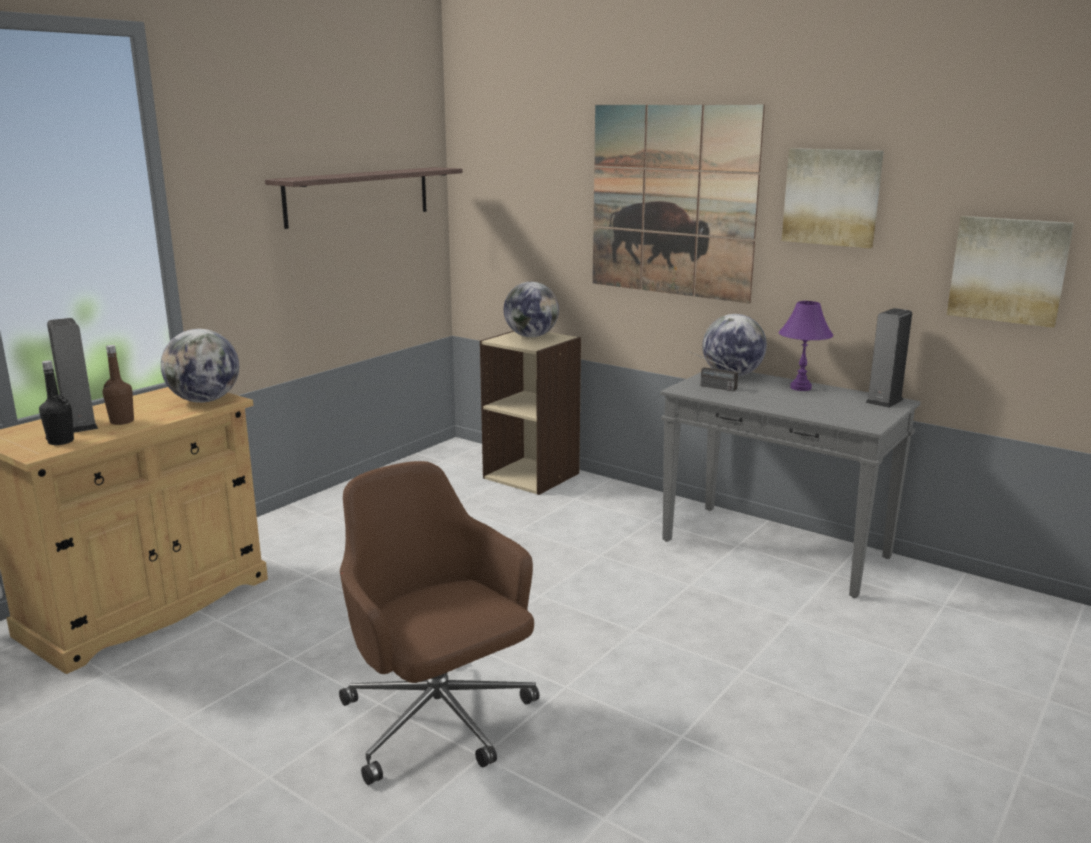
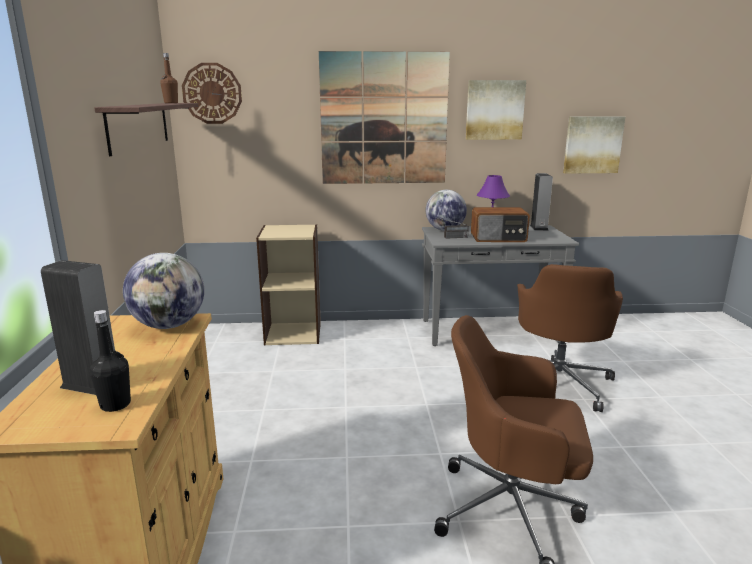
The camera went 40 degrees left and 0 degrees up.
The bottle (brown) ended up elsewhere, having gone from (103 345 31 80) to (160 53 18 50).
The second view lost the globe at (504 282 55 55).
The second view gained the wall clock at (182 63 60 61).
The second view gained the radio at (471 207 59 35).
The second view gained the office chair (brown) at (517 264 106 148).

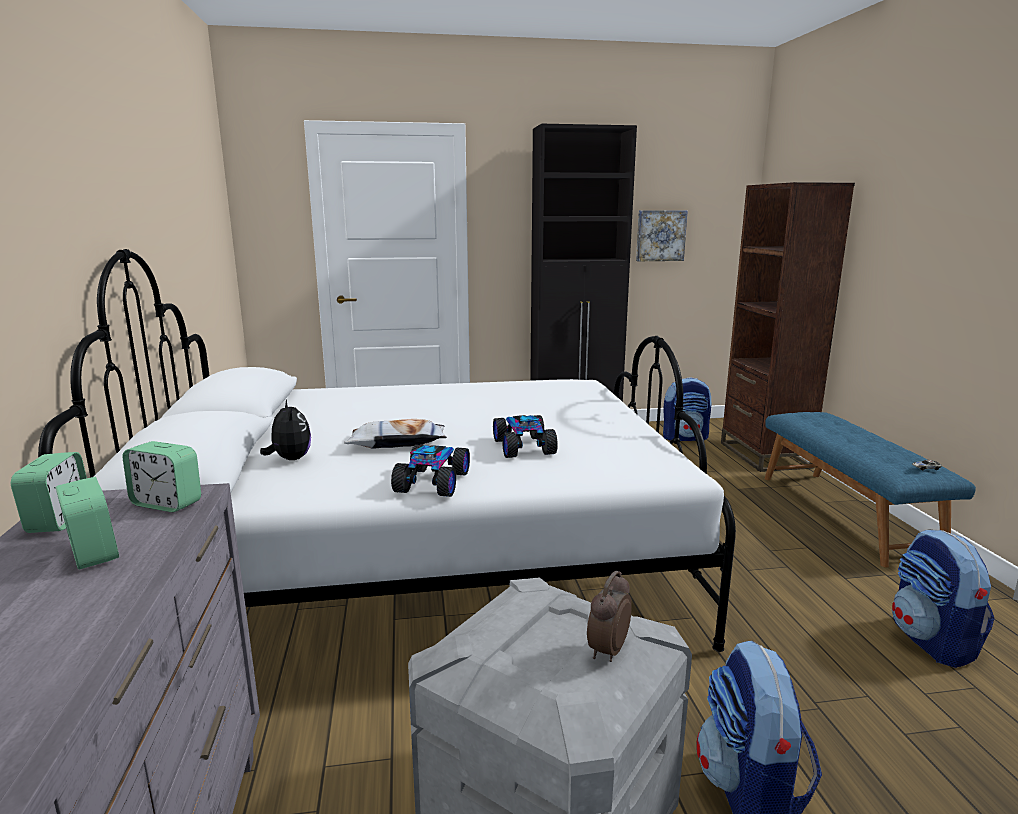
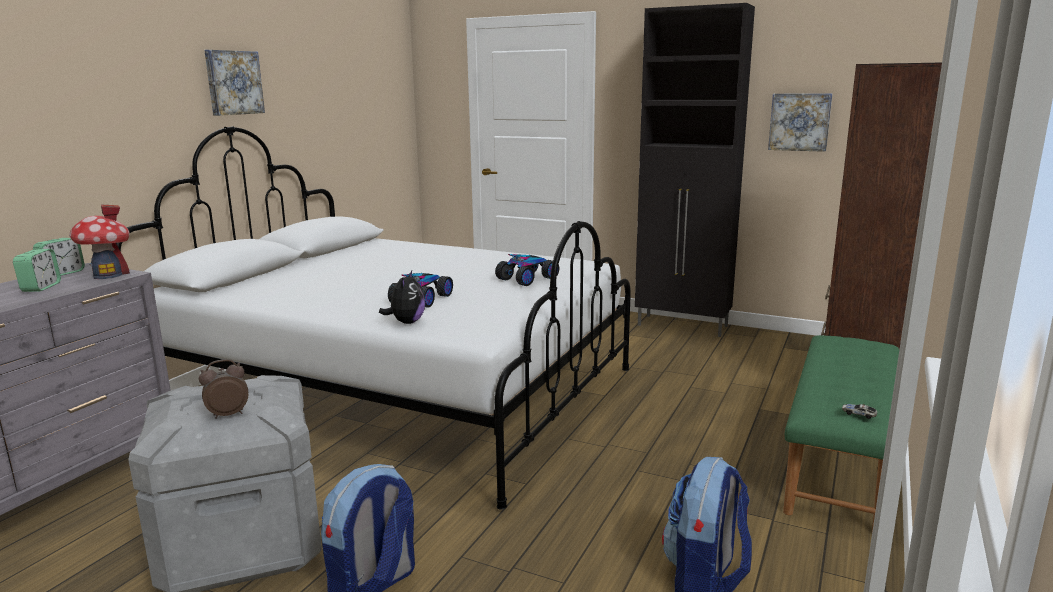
The camera went 35 degrees right and 0 degrees up.
Where the alarm clock stood at (122 441 79 71), the toy house came to stand at (69 204 61 75).
The plush toy ended up elsewhere, having gone from (260 400 51 60) to (379 271 46 53).
The second view lost the pillow at (344 419 103 30).
The toy car ended up elsewhere, having gone from (391 445 79 52) to (495 254 64 32).
The second view lost the backpack at (663 377 48 64).
What was the bench (blue) at (765 412 211 156) turned into the bench (green) at (783 335 116 196).
The second view gained the picture at (204 50 61 66).

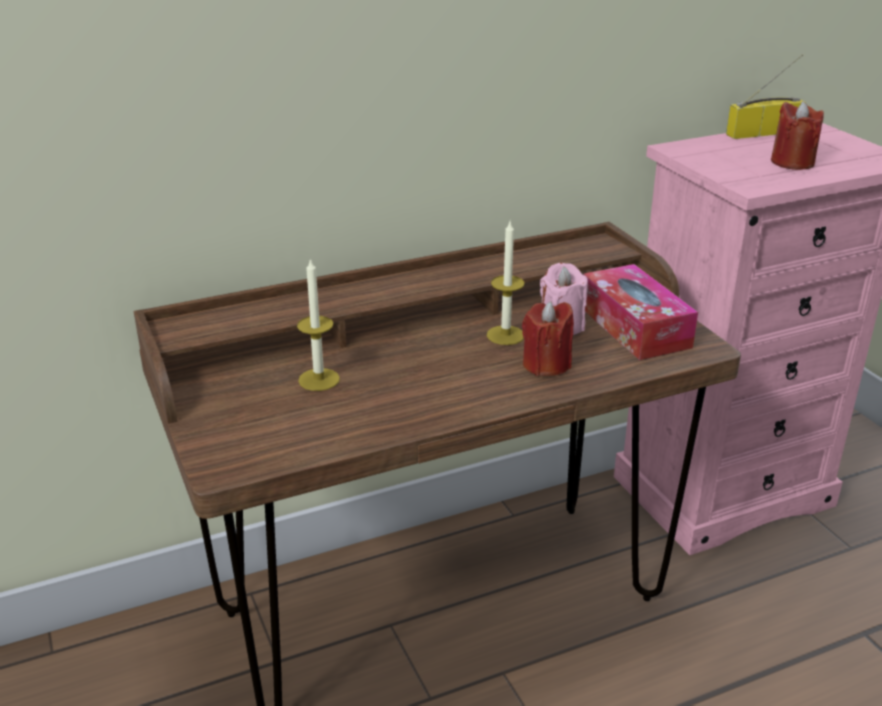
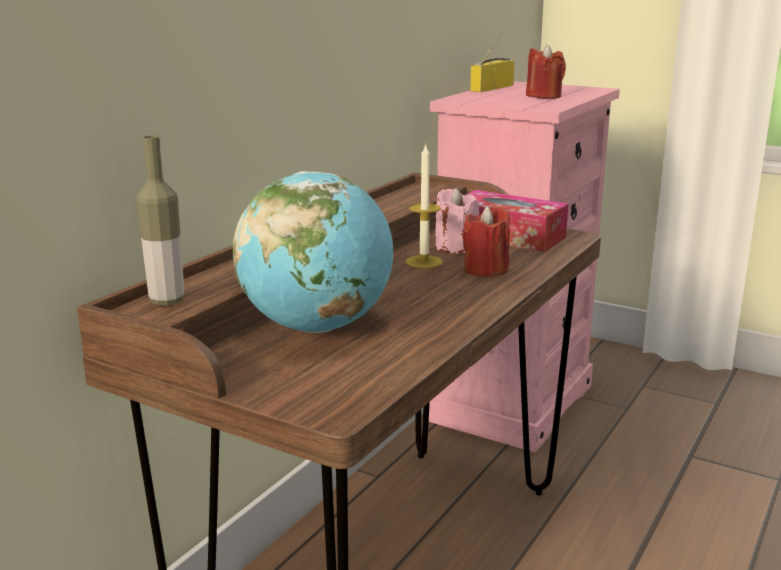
The camera went 35 degrees left and 10 degrees down.
Where the candle stood at (297 258 43 133), the globe came to stand at (233 171 160 162).
The second view gained the bottle at (136 136 48 169).

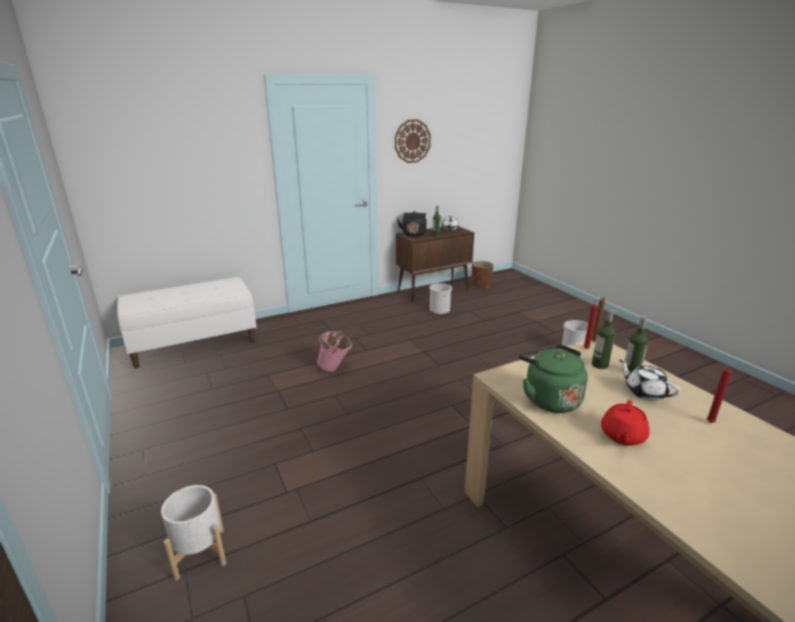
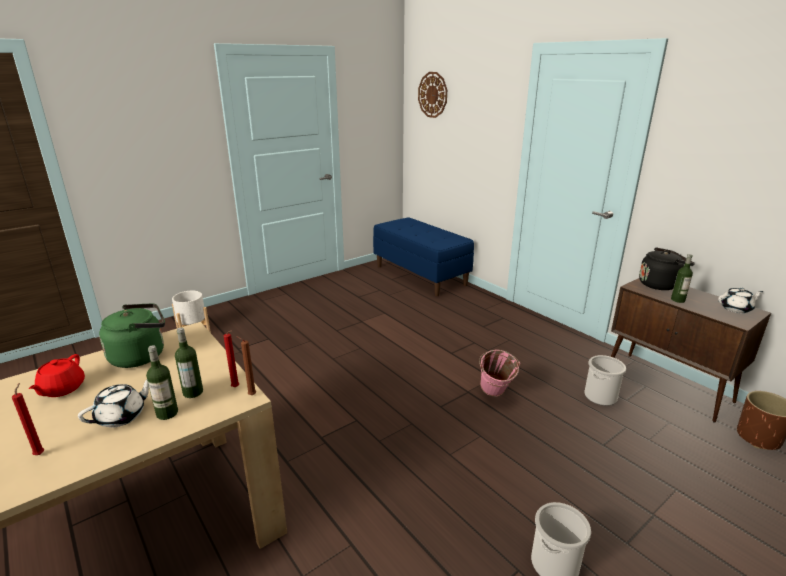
The camera went 80 degrees right and 0 degrees up.
What was the bench (white) at (117 277 139 91) turned into the bench (blue) at (373 217 101 79).
The bucket (pink) ended up elsewhere, having gone from (317 331 35 41) to (479 350 41 46).
The wall clock ended up elsewhere, having gone from (395 119 36 44) to (418 72 29 46).
The teapot (red) at (601 400 49 46) ended up facing another way, 105 degrees counterclockwise from before.

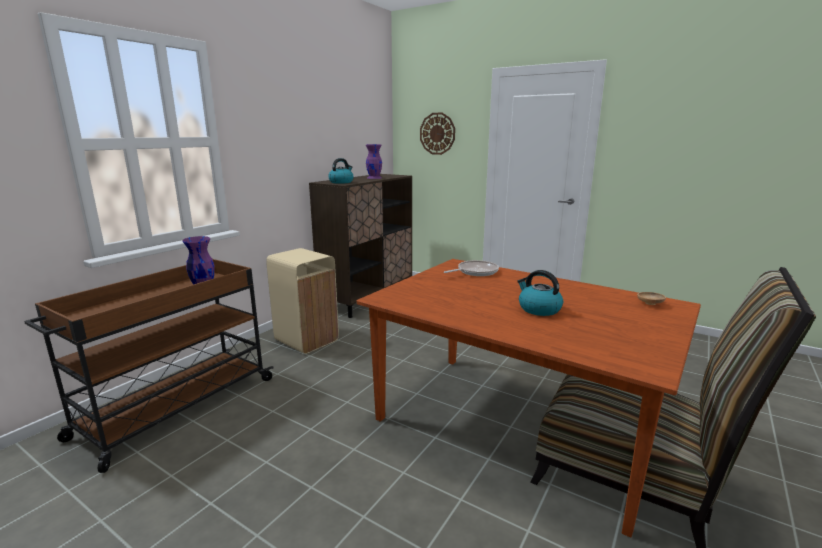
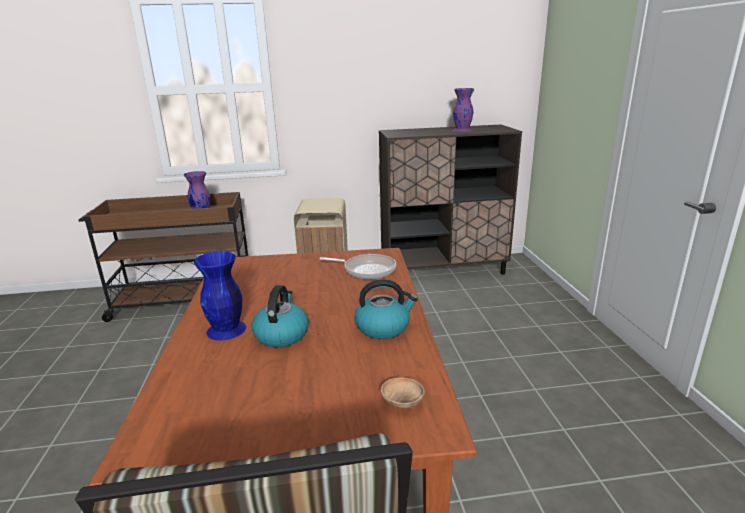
The camera went 50 degrees right and 5 degrees up.
The kettle ended up elsewhere, having gone from (328 158 26 26) to (354 279 64 60).
The second view lost the wall clock at (420 113 35 42).
The second view gained the vase (blue) at (194 251 52 89).

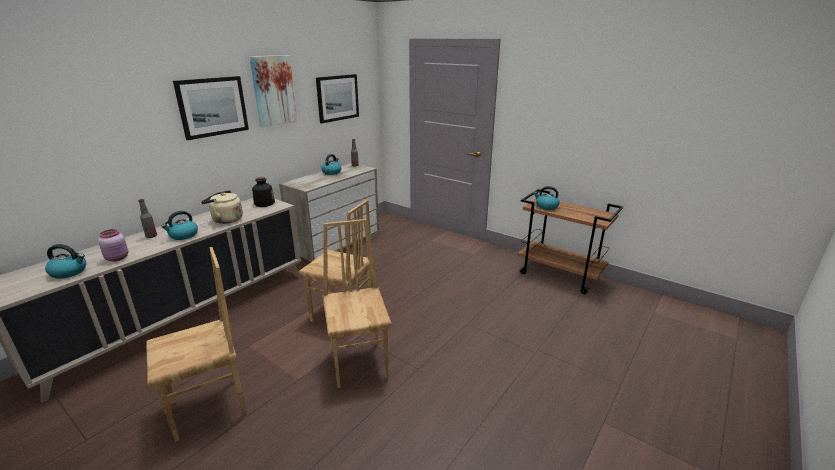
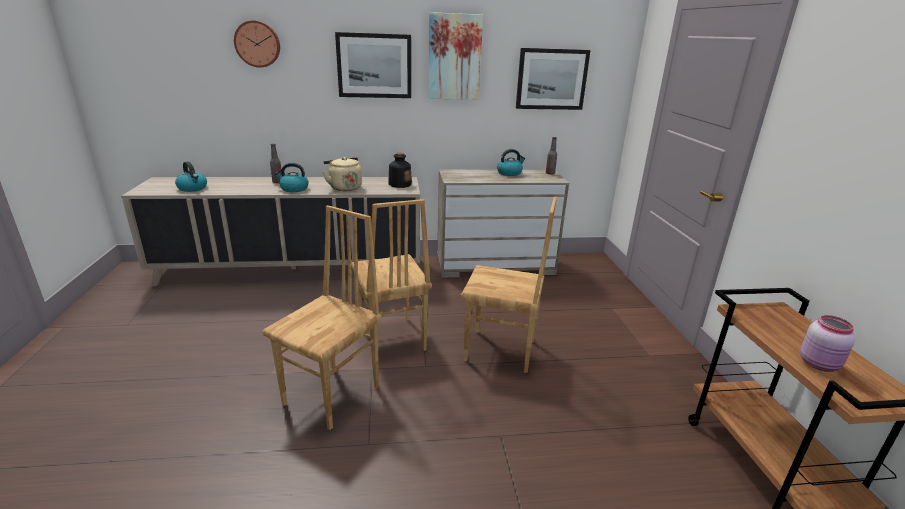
The camera went 45 degrees right and 0 degrees up.
The jar (pink) ended up elsewhere, having gone from (98 229 30 33) to (800 315 55 57).
The chair (brown) ended up elsewhere, having gone from (146 247 101 195) to (461 196 96 177).
The second view lost the kettle at (534 186 26 24).
The second view gained the wall clock at (234 20 46 48).

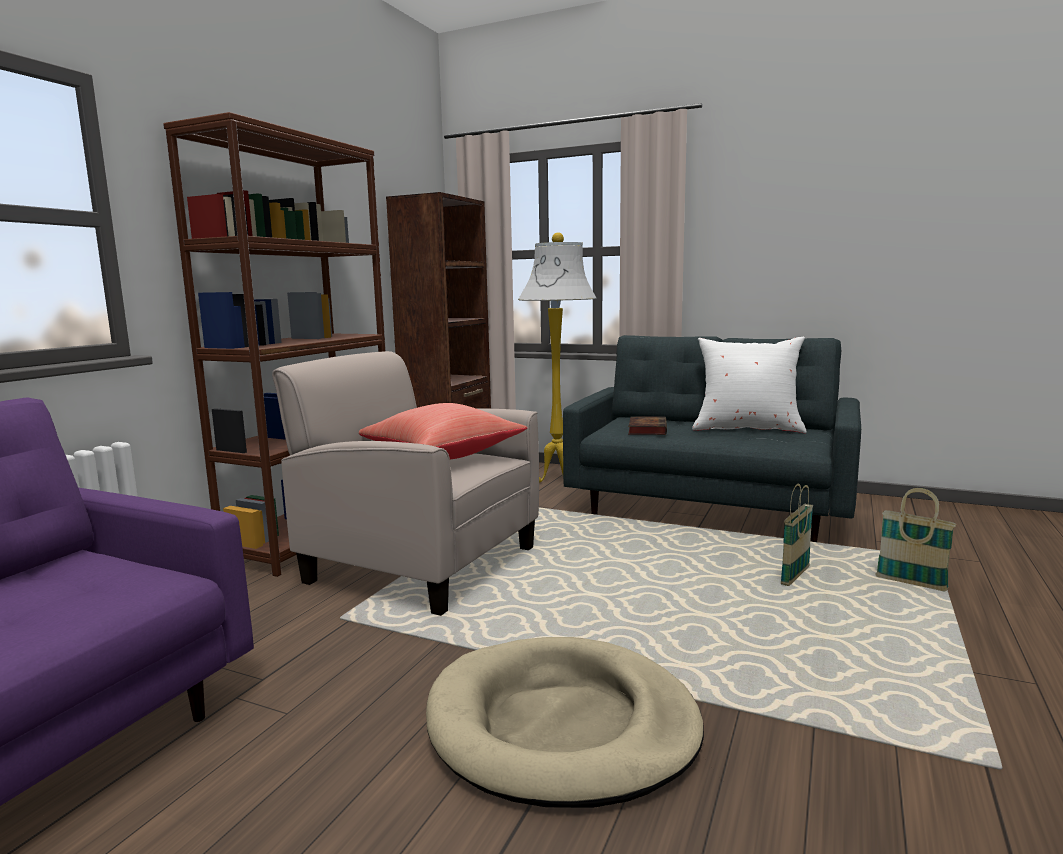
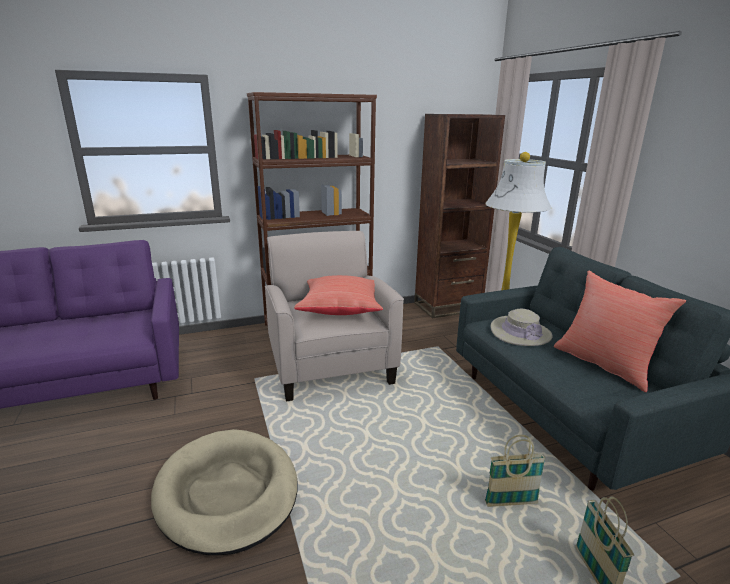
The camera went 45 degrees right and 10 degrees up.
Where the book stood at (628 417 39 18), the hat (beige) came to stand at (491 309 62 37).
What was the pillow (white) at (692 337 115 96) turned into the pillow (red) at (554 271 132 121).

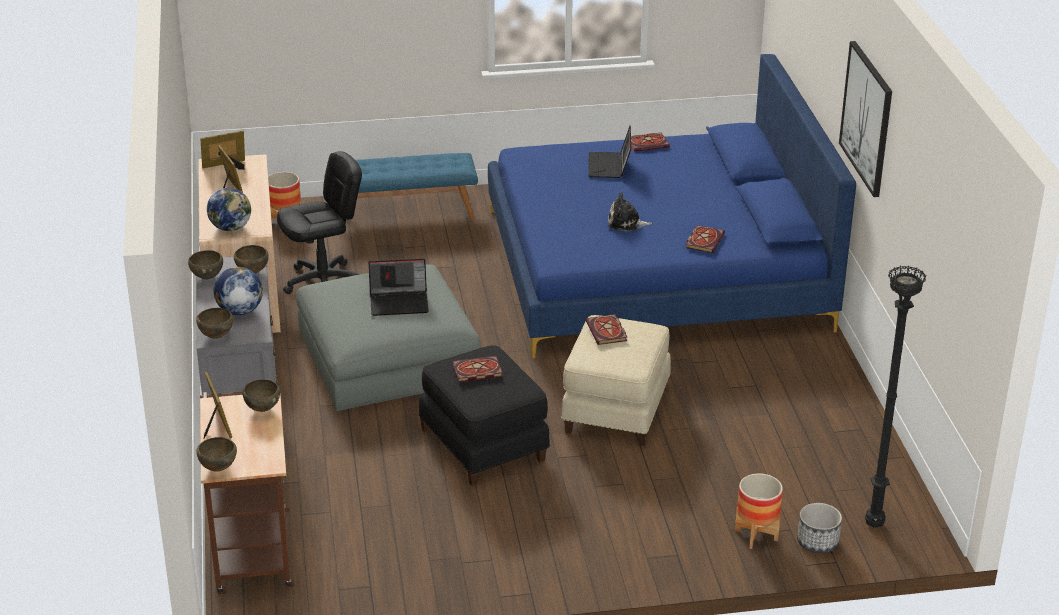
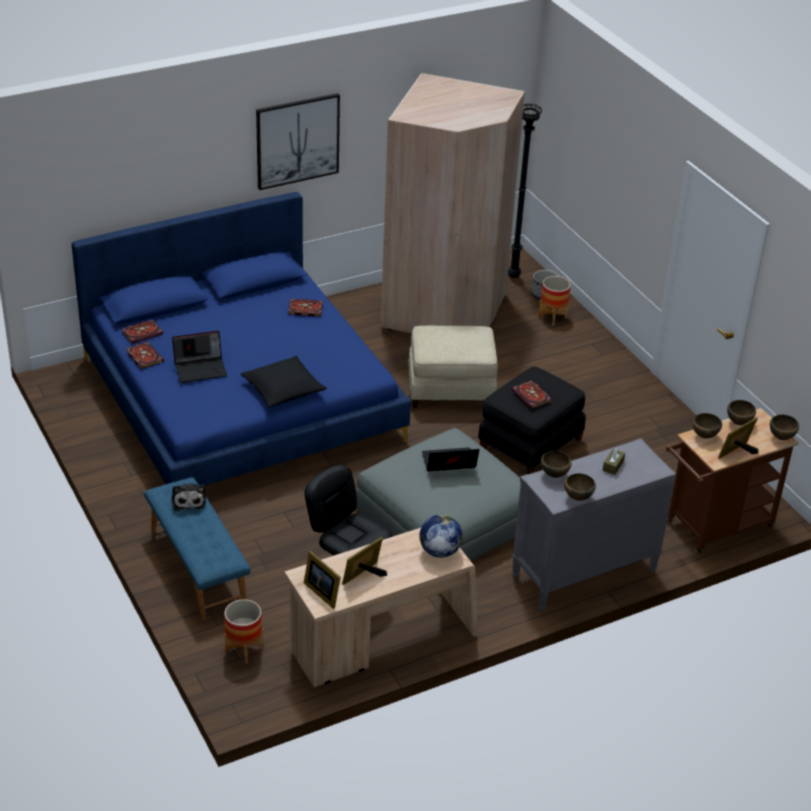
The camera went 110 degrees left and 5 degrees up.
The bowl (brown) ended up elsewhere, having gone from (196 308 37 31) to (727 400 29 25).
Where the globe stood at (214 267 49 48), the tissue box (brown) came to stand at (602 448 23 27).
The laptop at (368 259 61 57) ended up facing another way, 75 degrees counterclockwise from before.
The book ended up elsewhere, having gone from (586 314 42 31) to (122 319 41 25).
The plush toy ended up elsewhere, having gone from (608 192 44 39) to (172 483 34 28).
The second view gained the pillow (black) at (241 356 86 51).
The second view gained the wardrobe (beige) at (381 73 144 260).

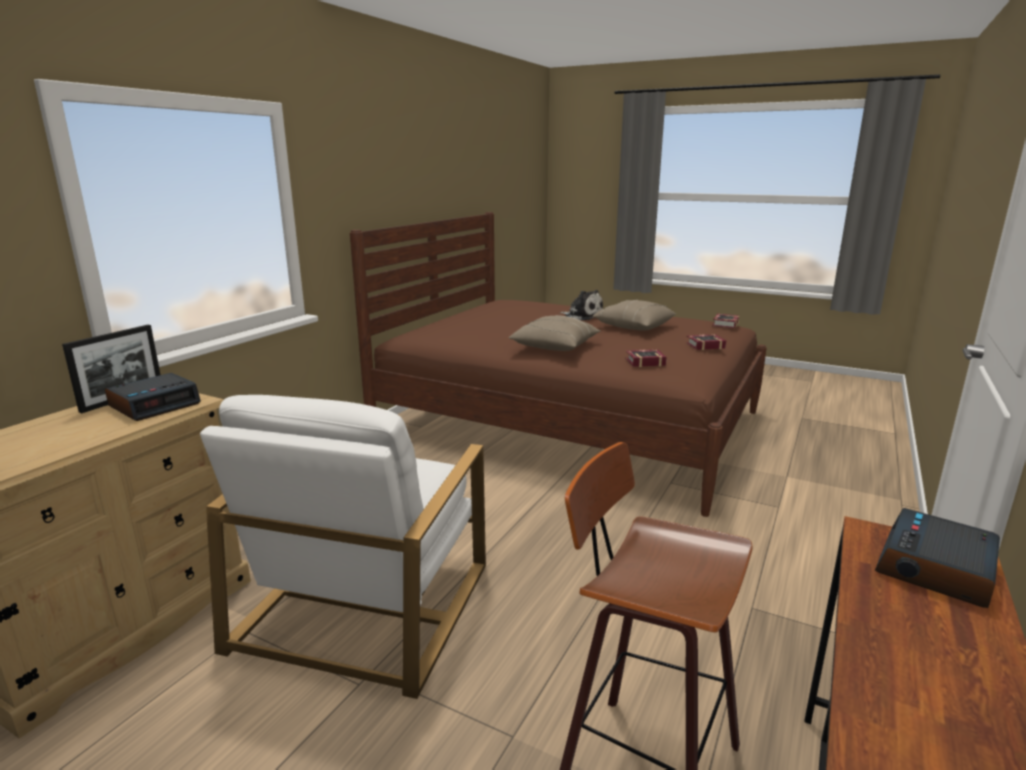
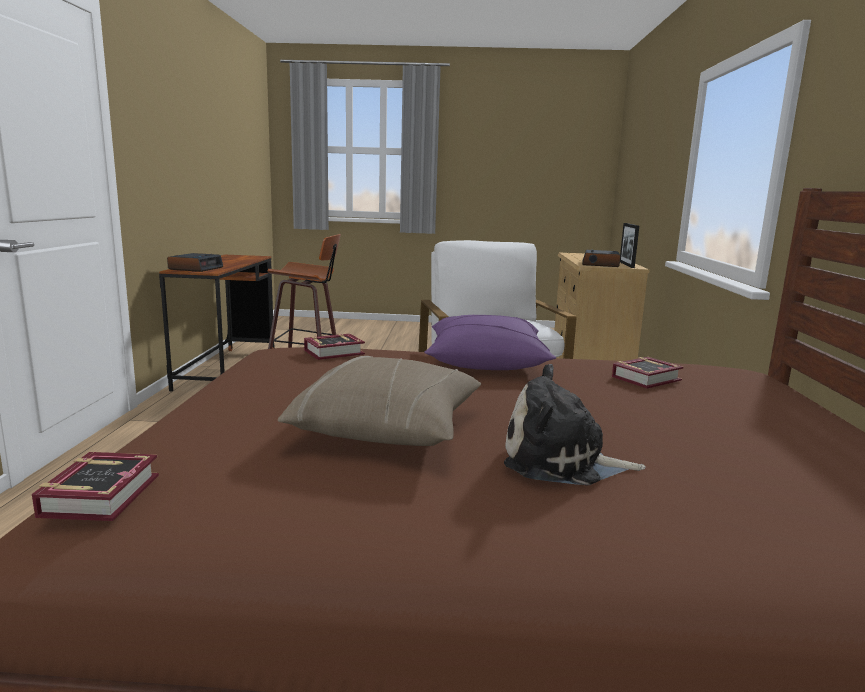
The camera went 155 degrees right and 5 degrees down.
What was the pillow (beige) at (508 315 93 36) turned into the pillow (purple) at (424 315 132 55).
The book ended up elsewhere, having gone from (686 334 40 16) to (612 357 72 32).

